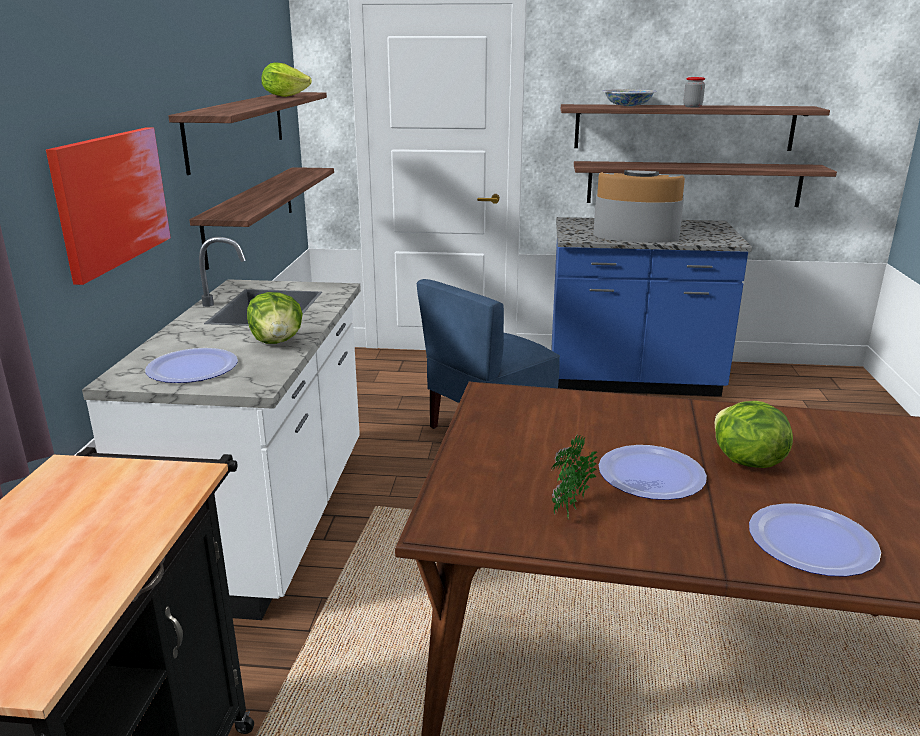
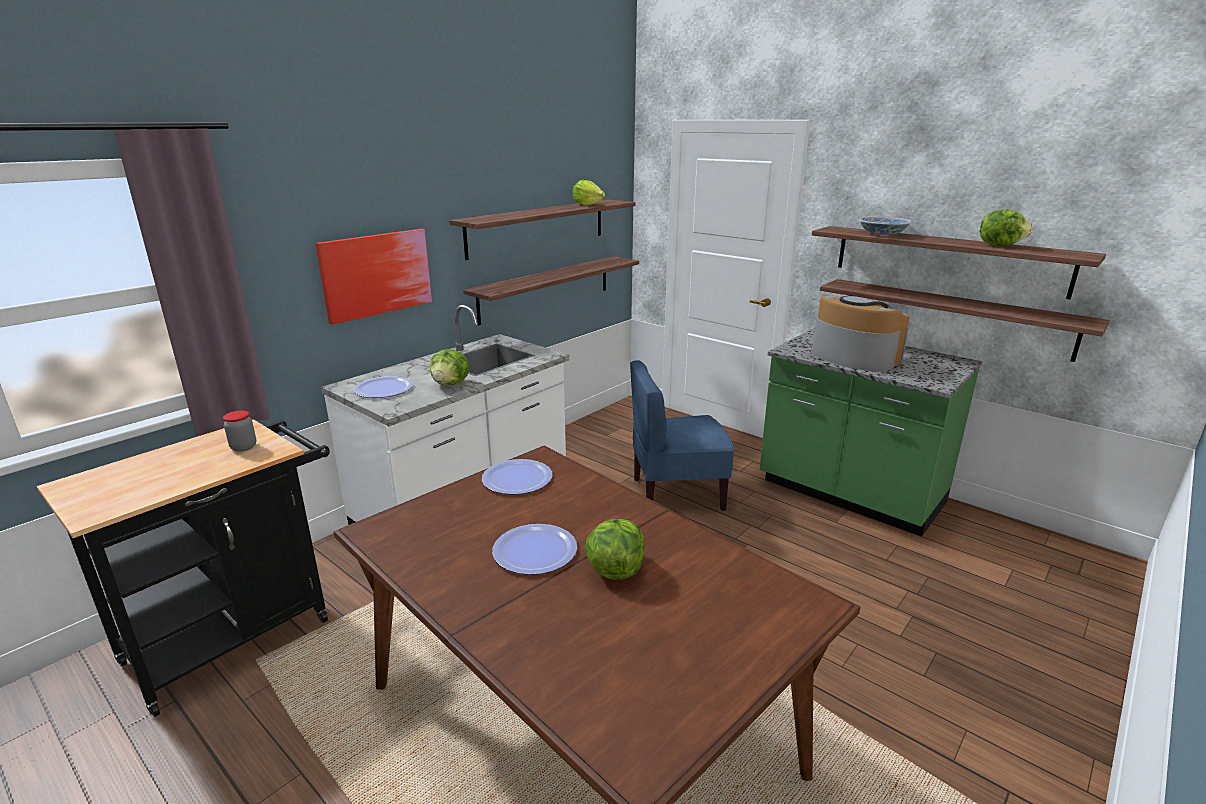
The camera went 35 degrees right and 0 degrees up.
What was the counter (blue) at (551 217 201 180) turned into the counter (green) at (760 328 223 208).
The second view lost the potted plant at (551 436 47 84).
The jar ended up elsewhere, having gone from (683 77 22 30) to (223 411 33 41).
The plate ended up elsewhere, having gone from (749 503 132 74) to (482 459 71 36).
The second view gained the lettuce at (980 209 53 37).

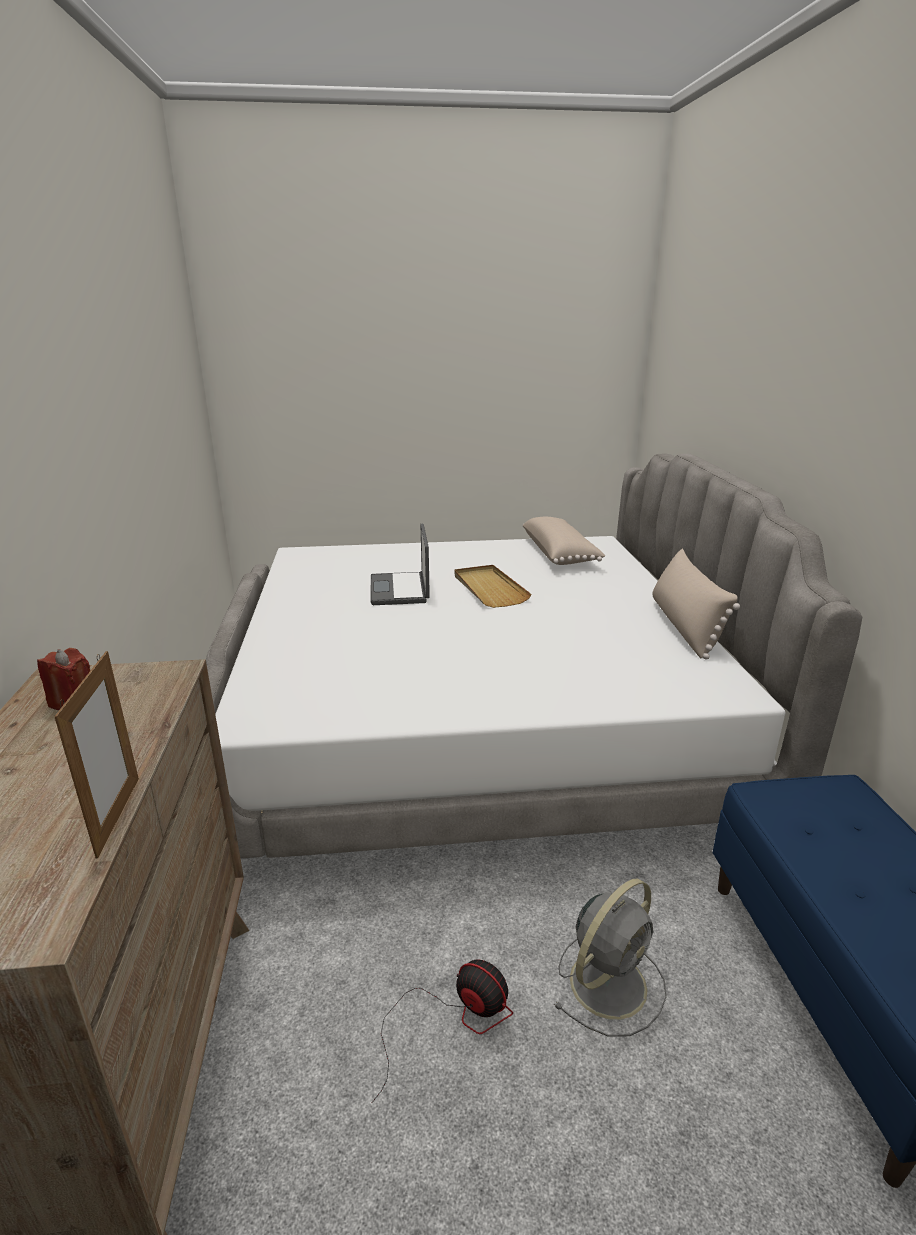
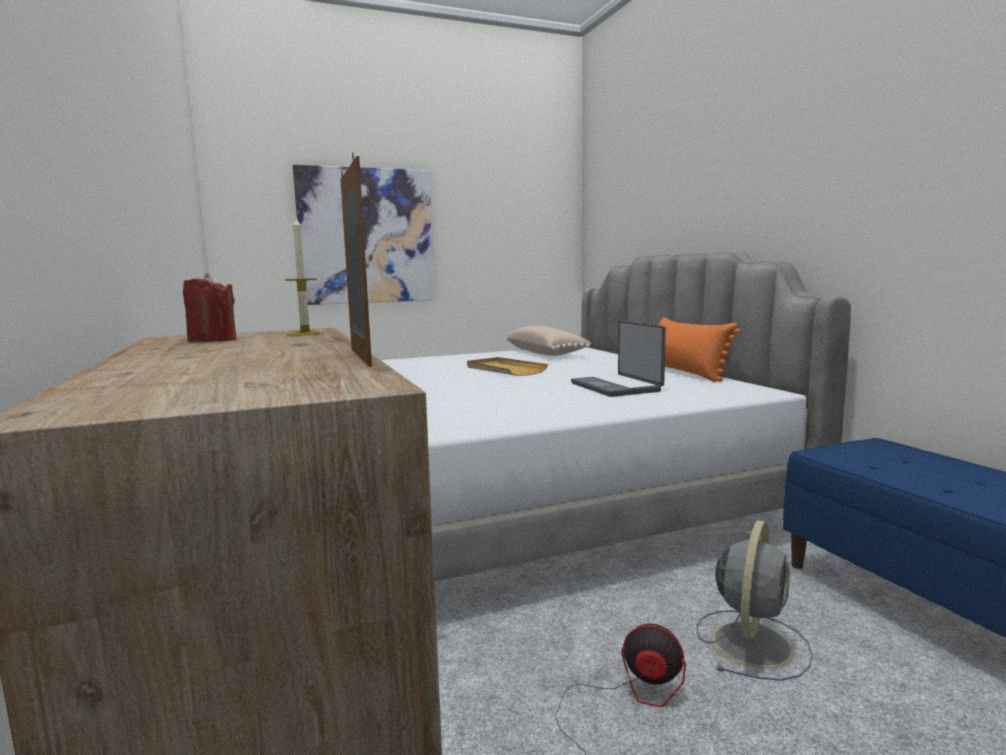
The camera went 15 degrees left and 15 degrees down.
The laptop ended up elsewhere, having gone from (370 523 60 82) to (571 321 95 76).
What was the pillow (beige) at (652 548 88 112) turned into the pillow (orange) at (659 317 81 65).
The second view gained the candle at (285 216 39 120).
The second view gained the picture at (293 165 142 140).

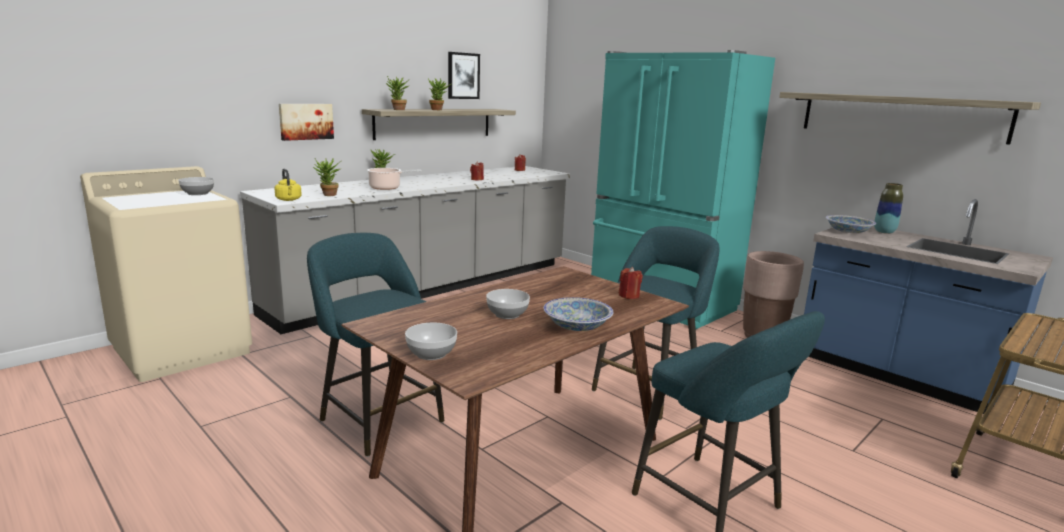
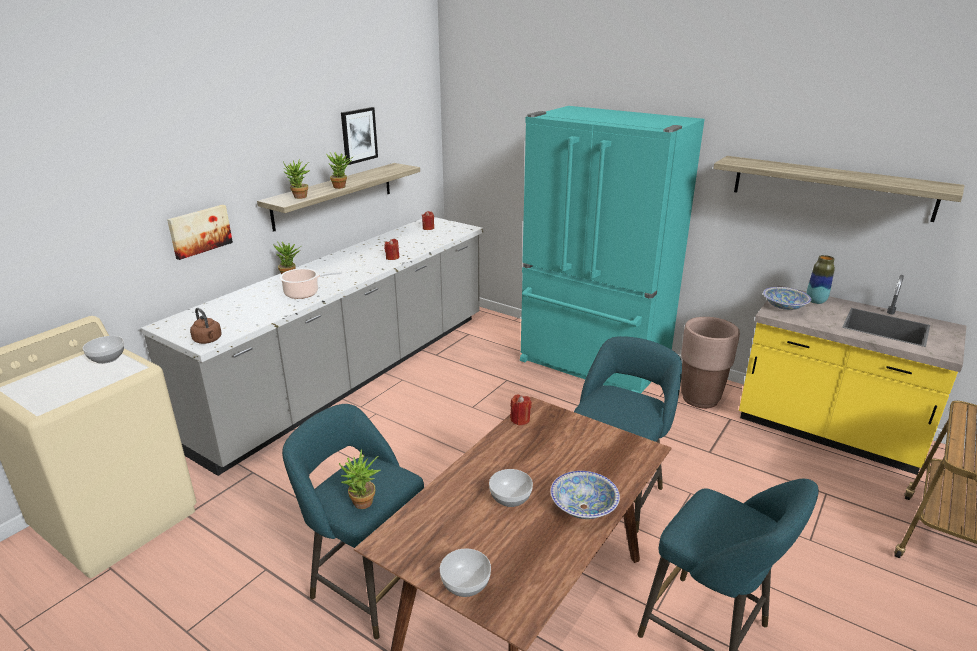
The camera went 10 degrees left and 10 degrees up.
What was the kettle (yellow) at (274 169 28 32) turned into the kettle (brown) at (190 308 32 36).
The potted plant ended up elsewhere, having gone from (313 158 28 38) to (339 449 42 60).
The candle (red) ended up elsewhere, having gone from (619 267 24 32) to (510 395 22 30).
What was the counter (blue) at (804 199 249 215) turned into the counter (yellow) at (739 275 227 200).

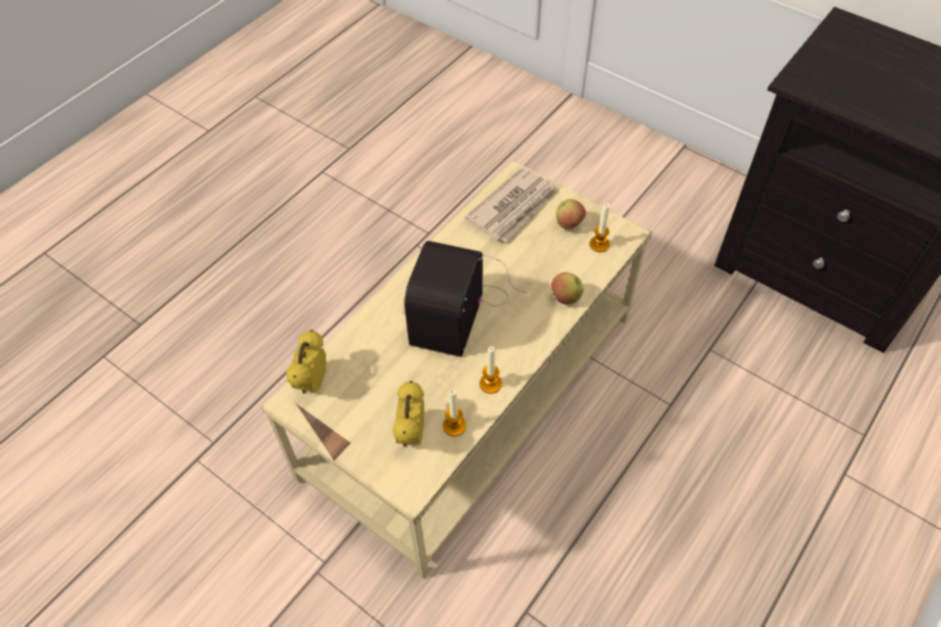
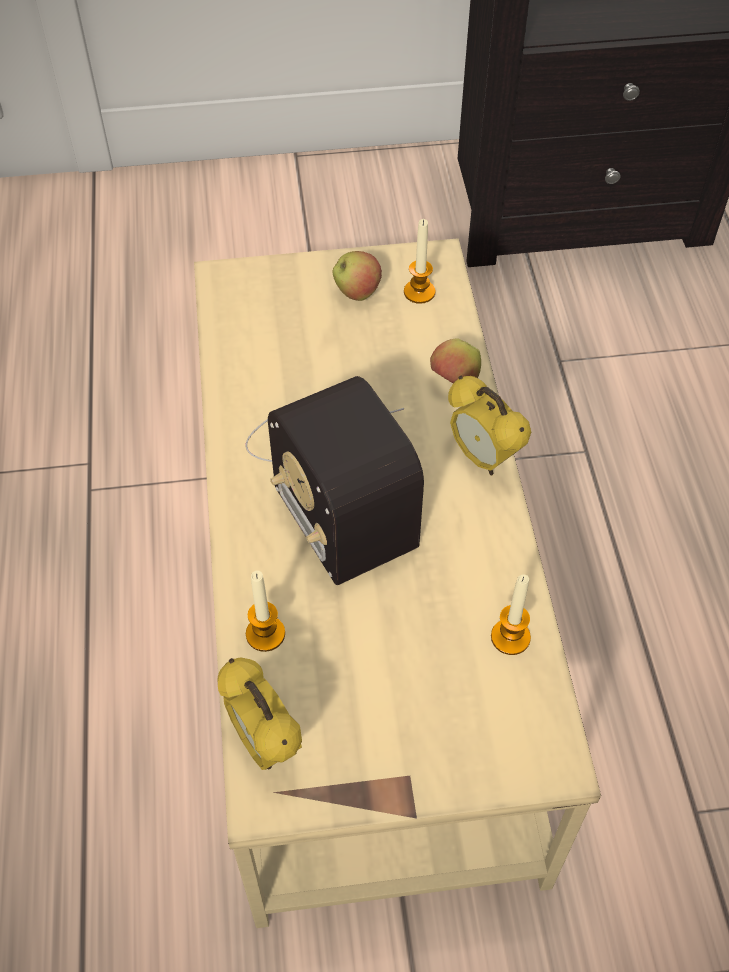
The camera went 45 degrees left and 0 degrees up.
The alarm clock ended up elsewhere, having gone from (392 381 32 66) to (448 376 83 99).
The second view lost the newspaper at (465 167 93 76).
The candle ended up elsewhere, having gone from (479 346 23 48) to (246 570 39 82).

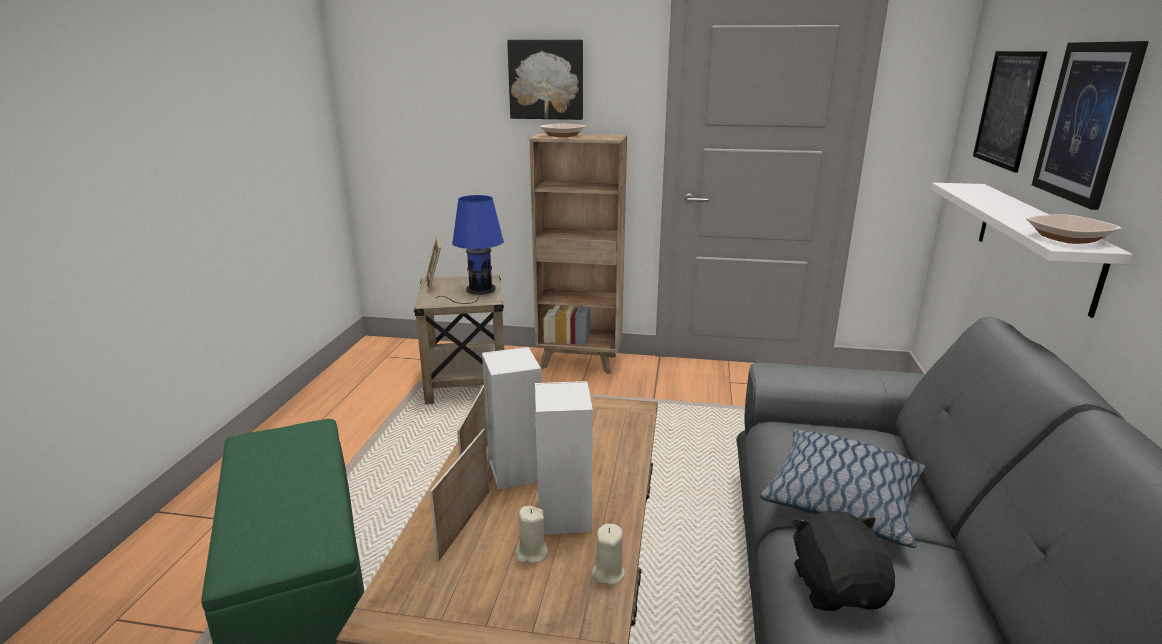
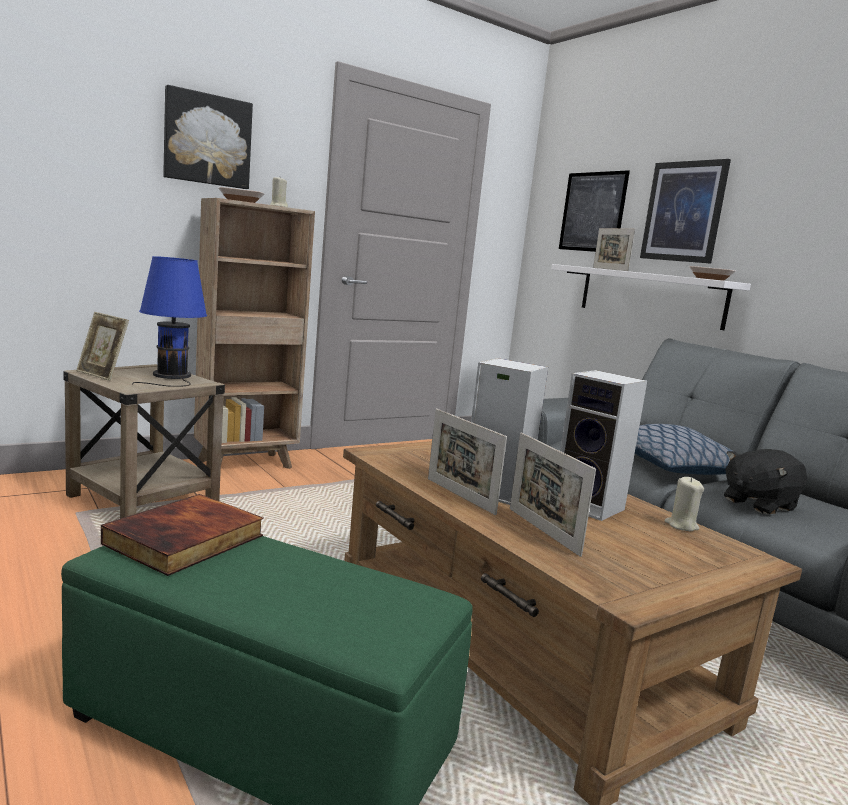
The camera went 45 degrees left and 10 degrees down.
The candle (beige) ended up elsewhere, having gone from (516 506 33 58) to (270 177 18 30).
The plush toy (black) at (792 511 103 100) ended up facing another way, 75 degrees counterclockwise from before.
The second view gained the book at (101 494 163 82).
The second view gained the picture frame at (593 228 42 43).

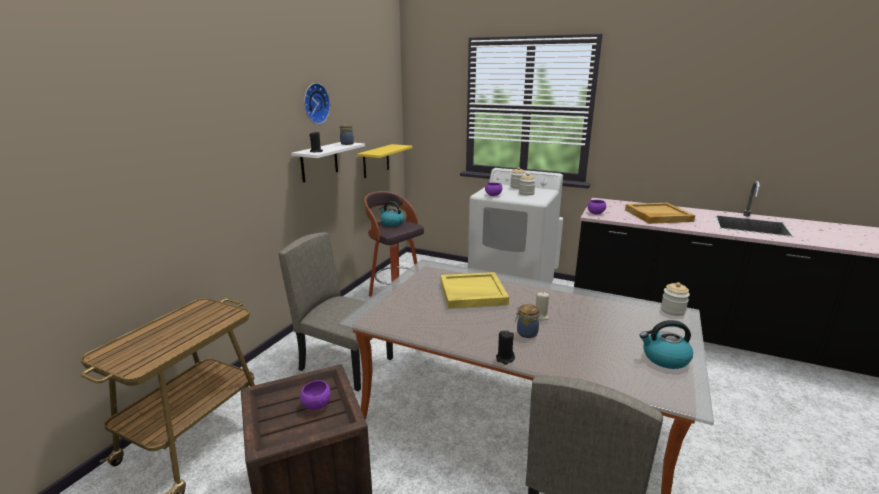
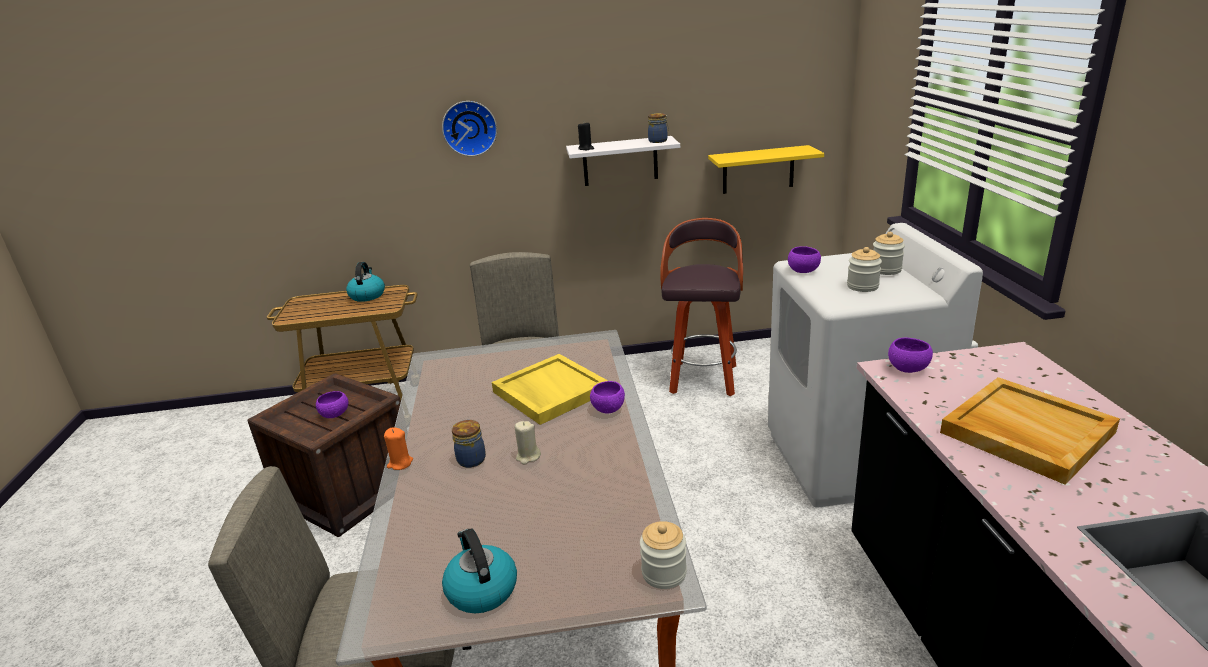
The camera went 60 degrees right and 5 degrees up.
The wall clock ended up elsewhere, having gone from (304 83 26 41) to (442 101 55 55).
The kettle ended up elsewhere, having gone from (379 201 26 25) to (346 262 39 40).
What was the candle (black) at (496 331 19 34) turned into the candle (orange) at (384 428 29 42).
The second view gained the bowl (purple) at (590 381 35 33).

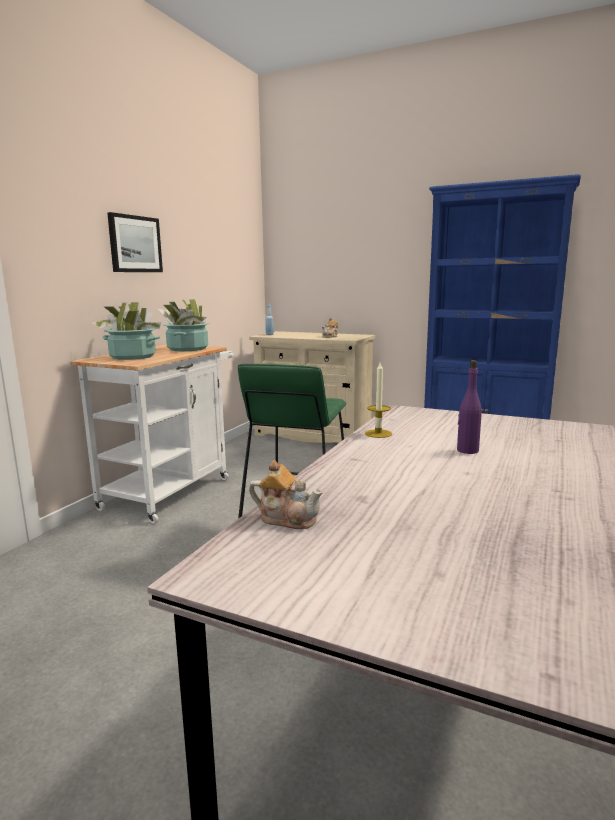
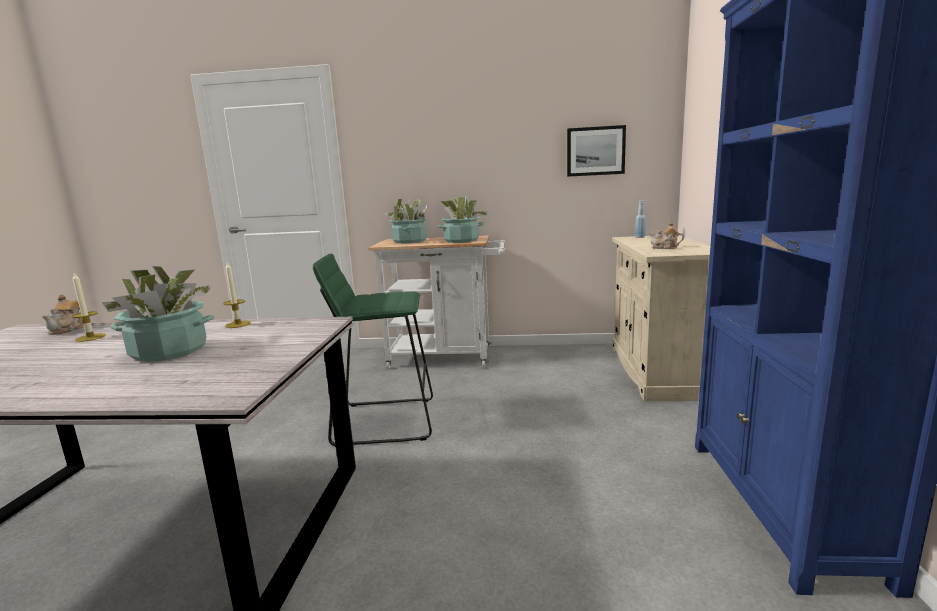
The camera went 70 degrees right and 0 degrees up.
The picture ended up elsewhere, having gone from (107 212 56 60) to (567 125 59 52).
Where the bottle (purple) stood at (457 360 25 94), the potted plant came to stand at (102 266 112 96).
The second view gained the candle at (72 272 34 70).

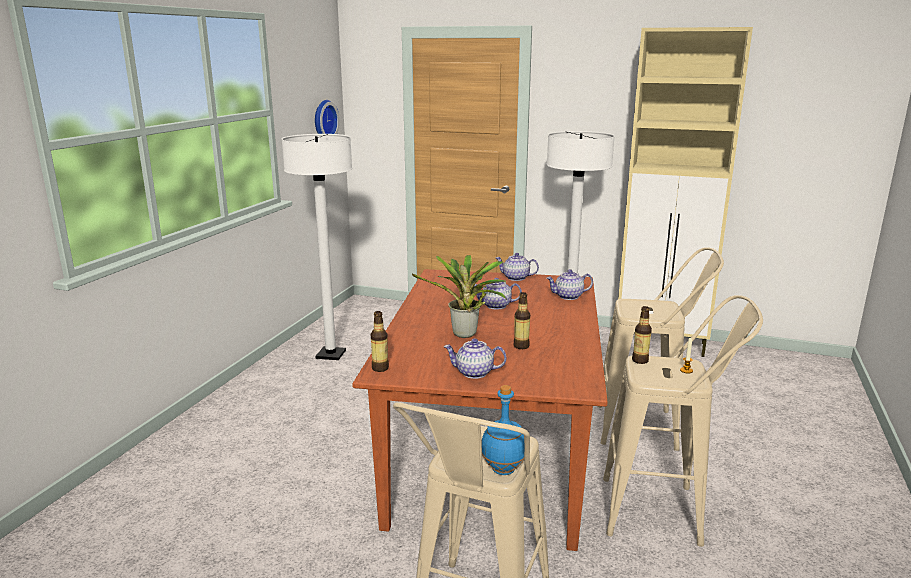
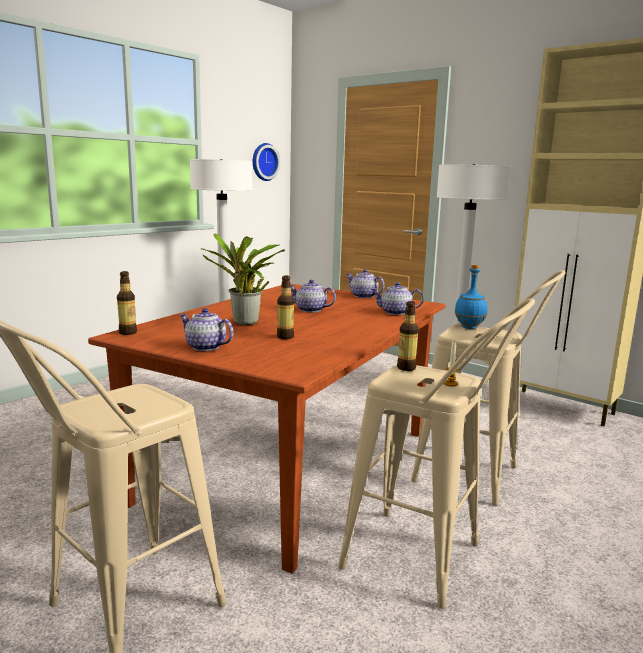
The camera went 20 degrees right and 5 degrees down.
The bottle (blue) ended up elsewhere, having gone from (482 385 43 90) to (454 264 33 65).

